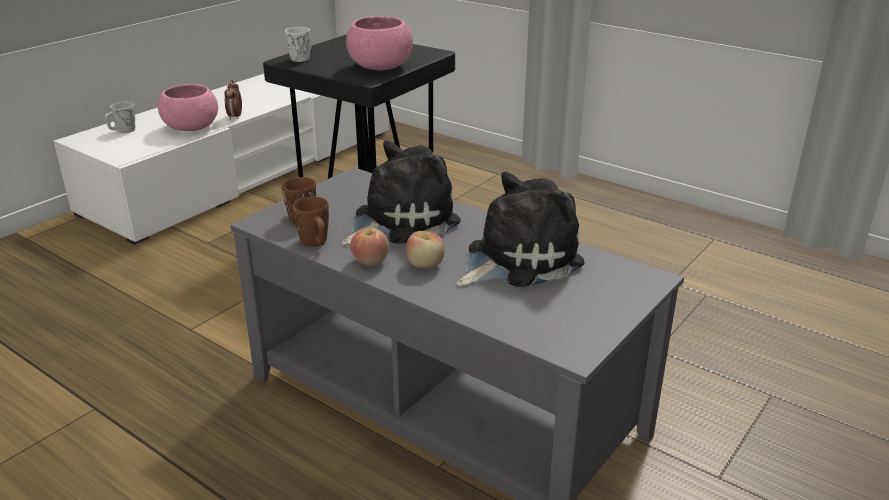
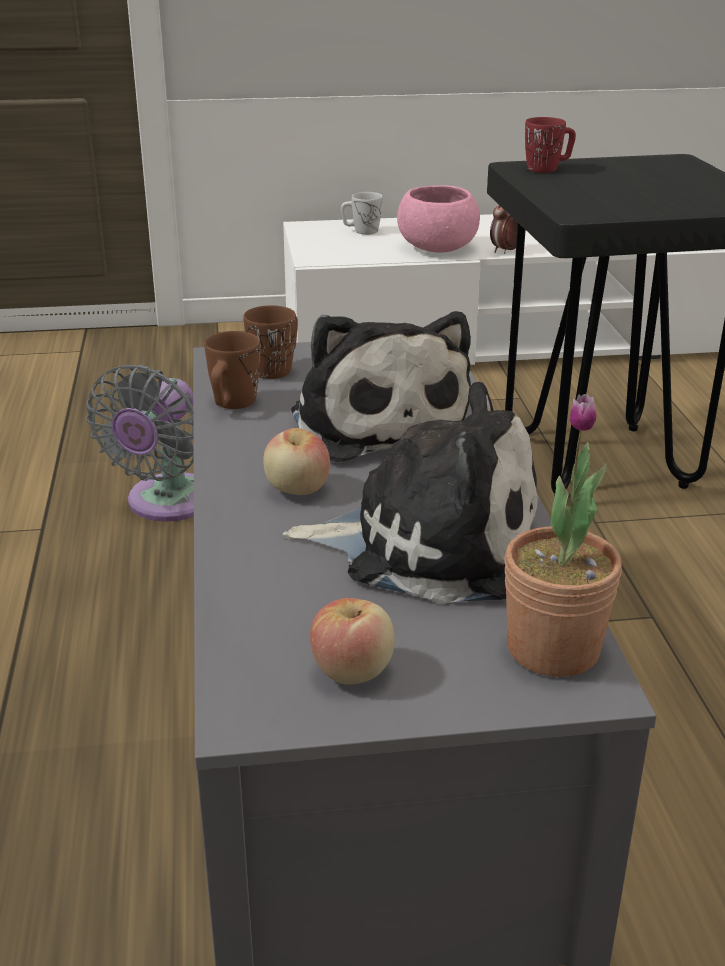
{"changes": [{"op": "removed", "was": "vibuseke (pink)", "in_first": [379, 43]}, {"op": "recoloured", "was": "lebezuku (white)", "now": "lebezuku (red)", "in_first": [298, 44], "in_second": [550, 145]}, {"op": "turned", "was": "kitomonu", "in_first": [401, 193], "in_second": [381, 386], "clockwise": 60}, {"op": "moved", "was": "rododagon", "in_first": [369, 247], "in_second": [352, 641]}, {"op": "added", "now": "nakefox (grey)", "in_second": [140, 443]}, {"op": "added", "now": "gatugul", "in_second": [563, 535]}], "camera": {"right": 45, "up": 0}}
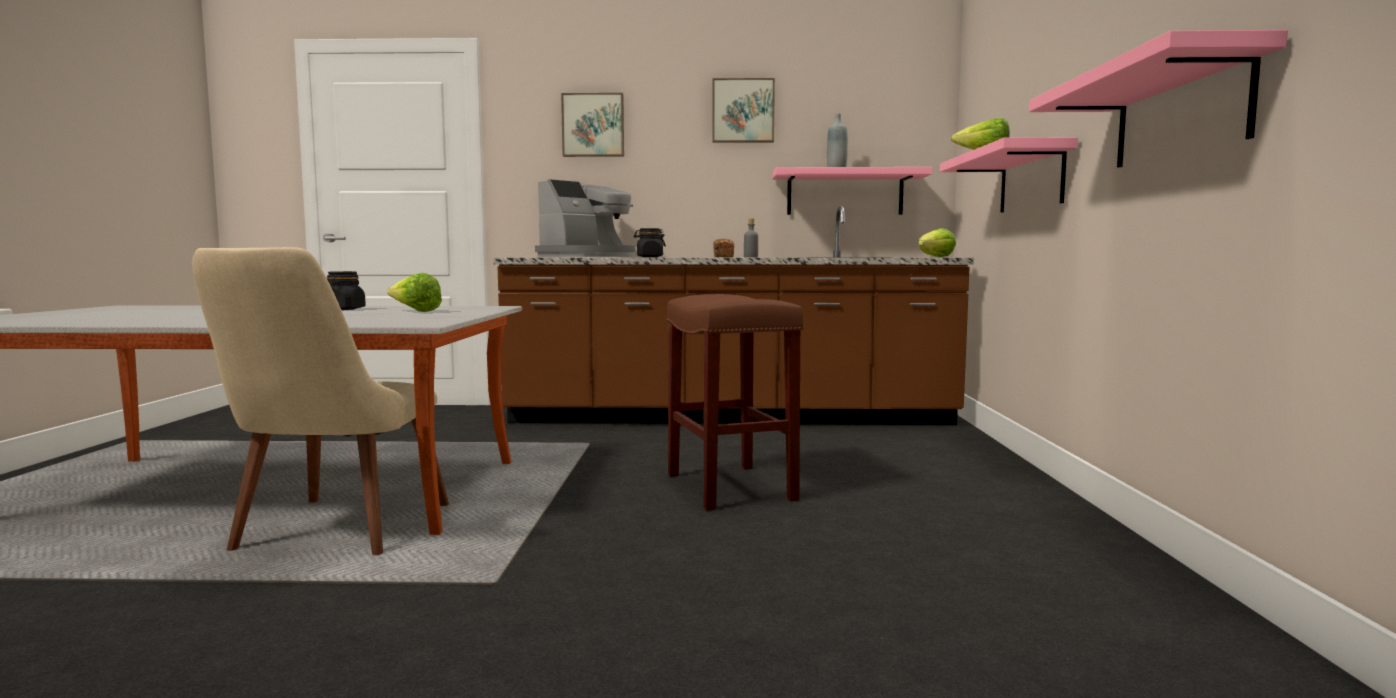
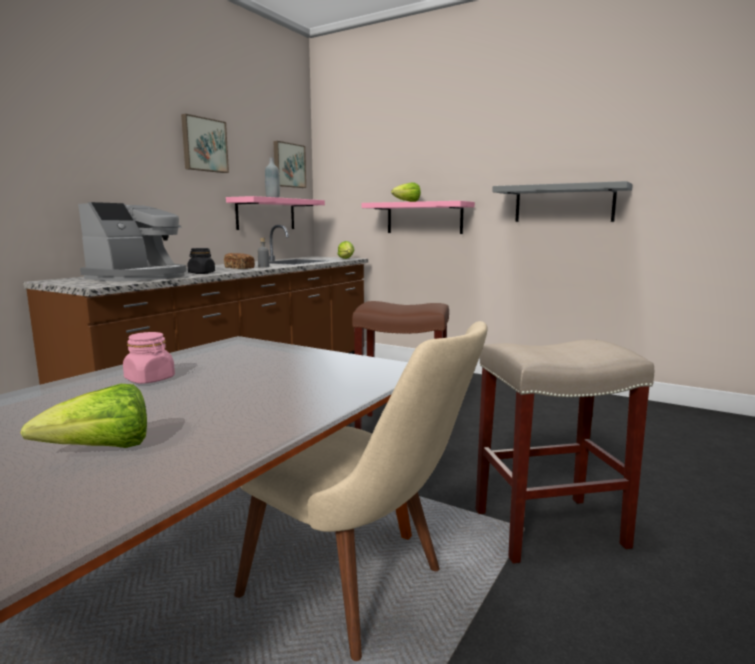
{"changes": [{"op": "recoloured", "was": "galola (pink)", "now": "galola (grey)", "in_first": [1158, 98], "in_second": [562, 201]}, {"op": "moved", "was": "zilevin", "in_first": [592, 125], "in_second": [289, 164]}, {"op": "turned", "was": "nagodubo", "in_first": [585, 218], "in_second": [132, 241], "clockwise": 45}, {"op": "recoloured", "was": "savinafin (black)", "now": "savinafin (pink)", "in_first": [346, 290], "in_second": [149, 358]}, {"op": "moved", "was": "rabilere", "in_first": [414, 292], "in_second": [83, 416]}, {"op": "added", "now": "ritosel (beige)", "in_second": [564, 452]}], "camera": {"right": -60, "up": 5}}
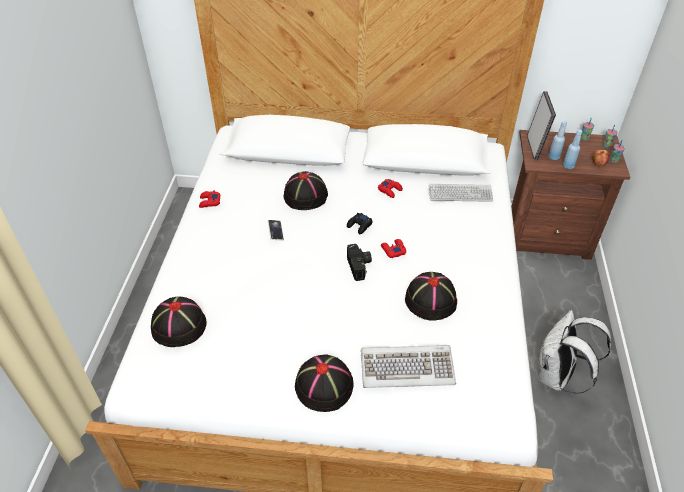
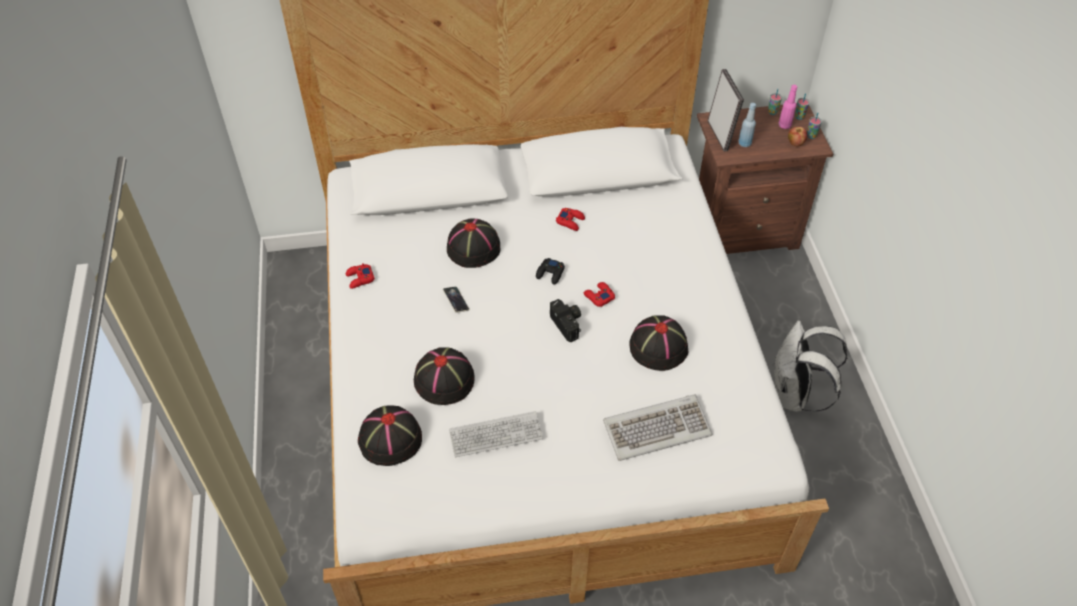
{"changes": [{"op": "removed", "was": "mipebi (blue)", "in_first": [572, 149]}, {"op": "moved", "was": "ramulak", "in_first": [461, 193], "in_second": [496, 434]}, {"op": "moved", "was": "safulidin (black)", "in_first": [324, 383], "in_second": [444, 376]}, {"op": "added", "now": "mipebi (pink)", "in_second": [788, 107]}], "camera": {"right": -15, "up": 5}}
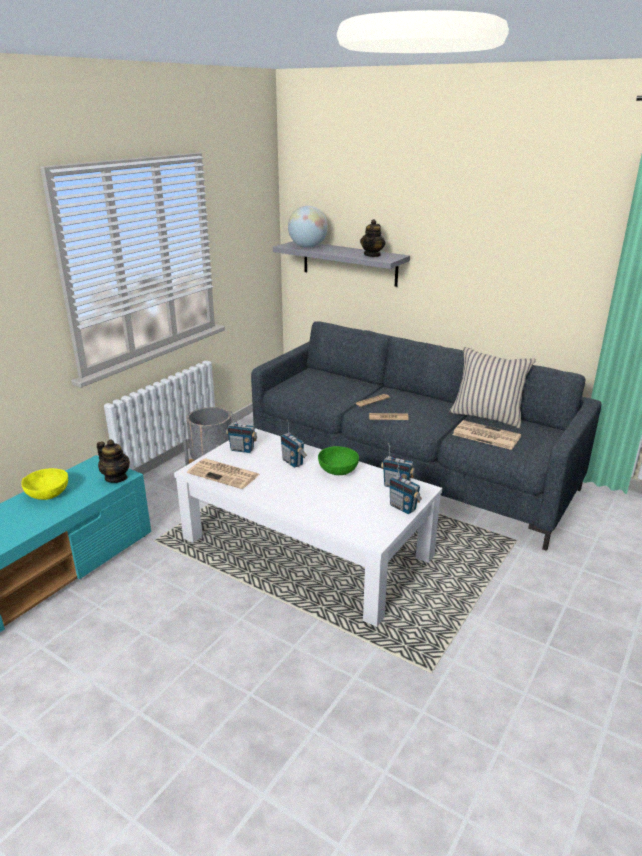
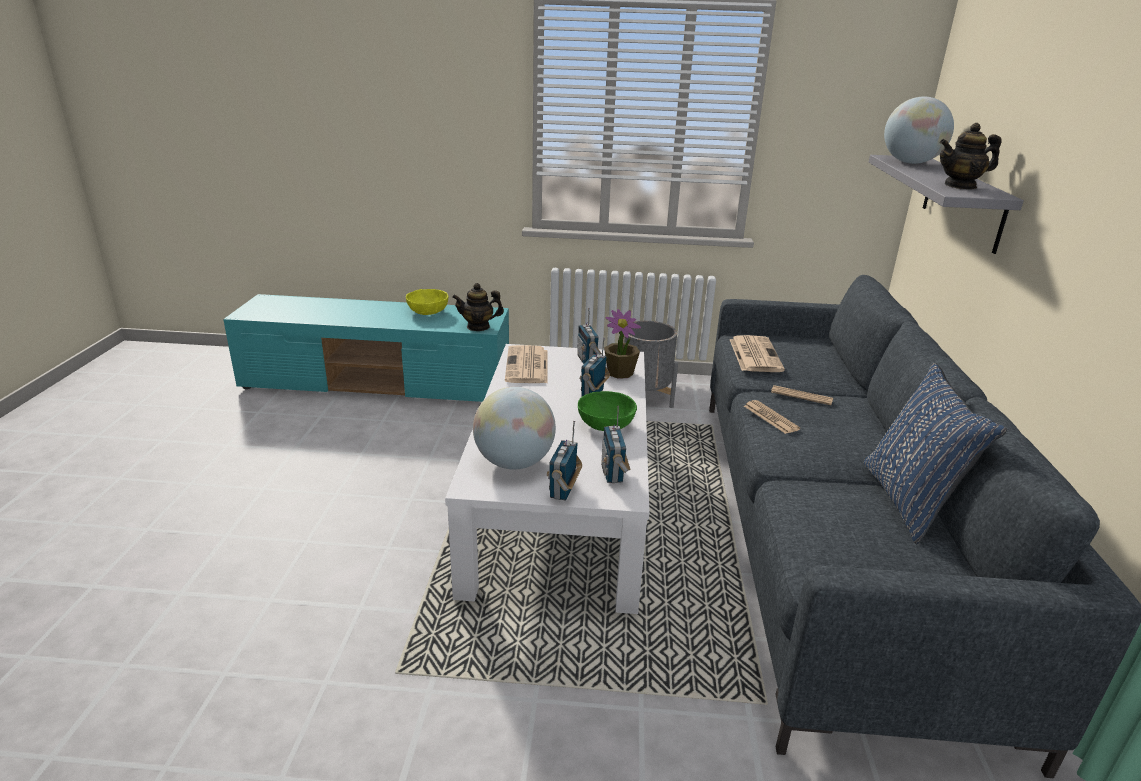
{"changes": [{"op": "recoloured", "was": "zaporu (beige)", "now": "zaporu (blue)", "in_first": [493, 388], "in_second": [935, 453]}, {"op": "moved", "was": "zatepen", "in_first": [486, 435], "in_second": [757, 353]}, {"op": "turned", "was": "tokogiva", "in_first": [113, 461], "in_second": [478, 307], "clockwise": 75}, {"op": "added", "now": "gatugul", "in_second": [622, 344]}, {"op": "added", "now": "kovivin", "in_second": [514, 428]}], "camera": {"right": 60, "up": 0}}
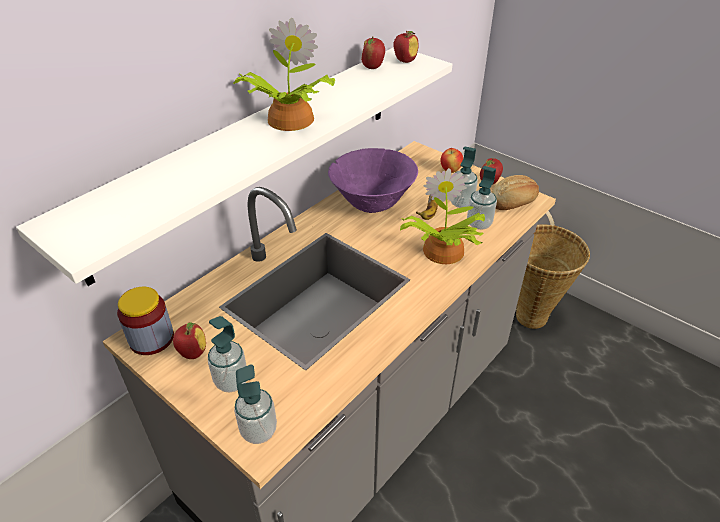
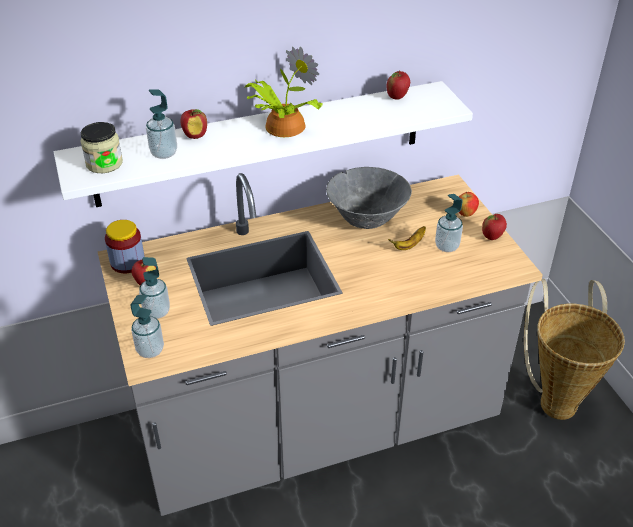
{"changes": [{"op": "moved", "was": "rododagon", "in_first": [405, 47], "in_second": [193, 124]}, {"op": "recoloured", "was": "vibuseke (purple)", "now": "vibuseke (grey)", "in_first": [373, 180], "in_second": [369, 198]}, {"op": "moved", "was": "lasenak", "in_first": [482, 198], "in_second": [161, 124]}, {"op": "removed", "was": "gatugul", "in_first": [442, 216]}, {"op": "removed", "was": "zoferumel", "in_first": [515, 192]}, {"op": "added", "now": "savinafin", "in_second": [101, 147]}], "camera": {"right": 30, "up": 0}}
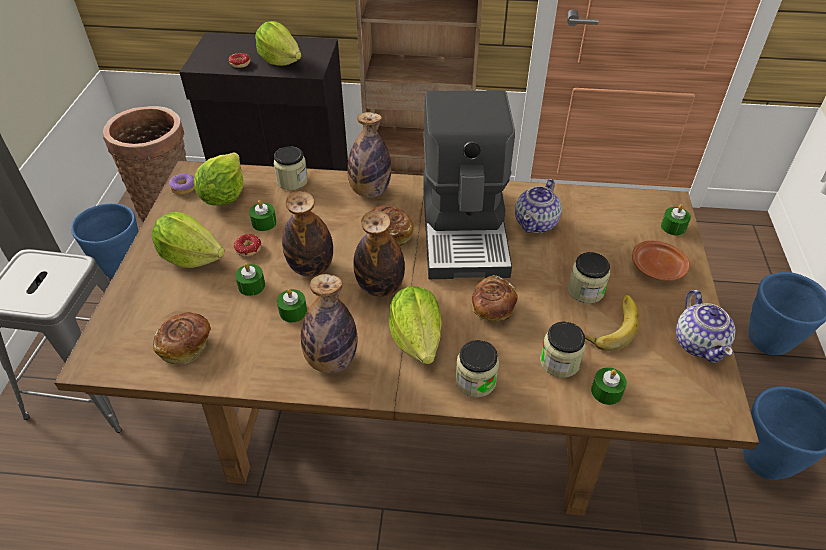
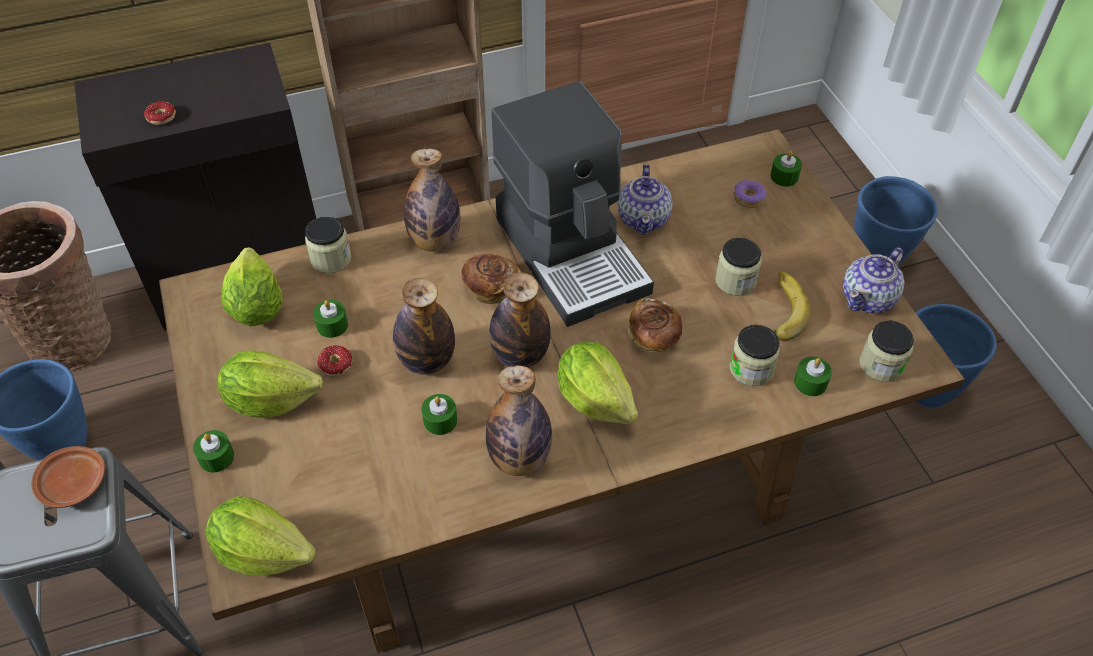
{"changes": [{"op": "moved", "was": "rabilere", "in_first": [278, 43], "in_second": [261, 536]}, {"op": "moved", "was": "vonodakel", "in_first": [182, 184], "in_second": [749, 194]}, {"op": "moved", "was": "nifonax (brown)", "in_first": [661, 261], "in_second": [68, 477]}, {"op": "moved", "was": "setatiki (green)", "in_first": [250, 279], "in_second": [213, 451]}, {"op": "turned", "was": "tokogiva", "in_first": [705, 326], "in_second": [874, 280], "clockwise": 75}, {"op": "removed", "was": "zoferumel", "in_first": [182, 338]}, {"op": "moved", "was": "savinafin", "in_first": [477, 368], "in_second": [886, 351]}], "camera": {"right": -25, "up": 5}}
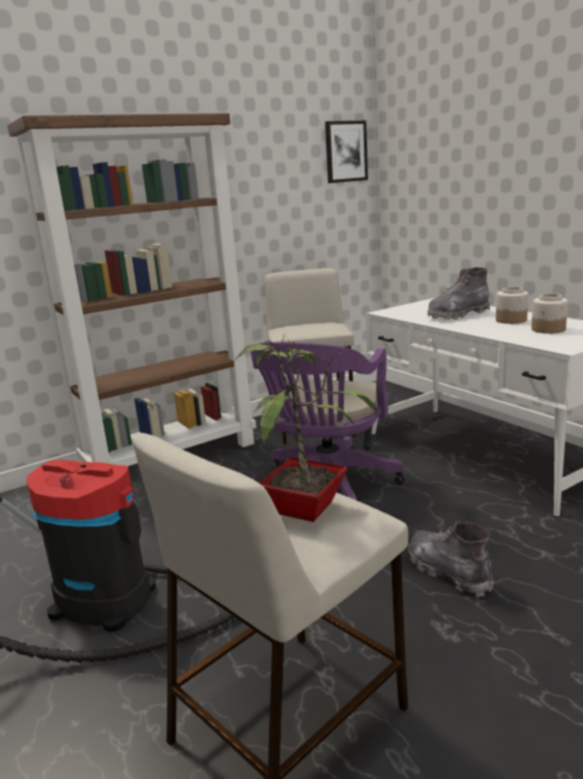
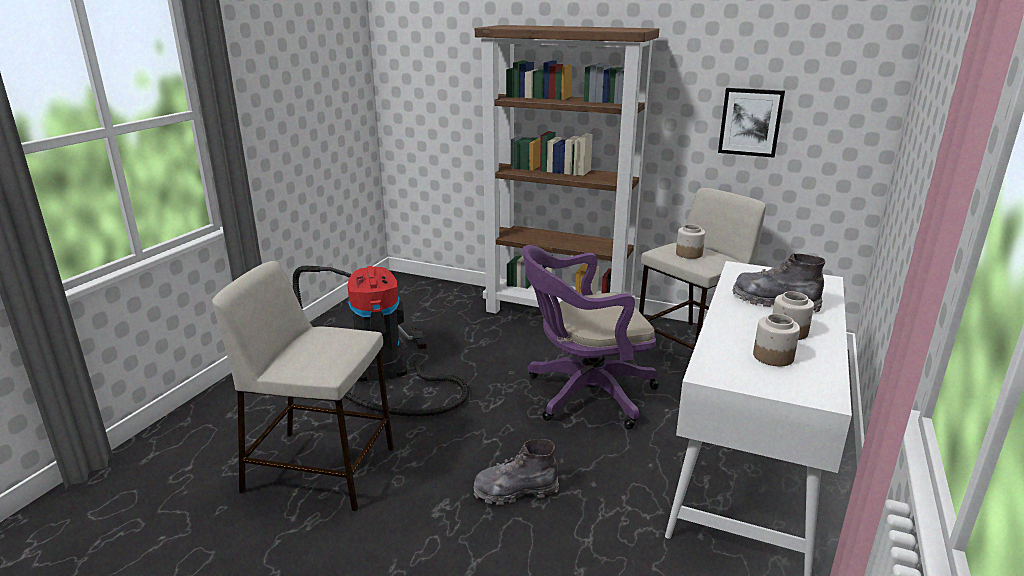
{"changes": [{"op": "moved", "was": "zilevin", "in_first": [346, 152], "in_second": [751, 123]}, {"op": "removed", "was": "gatugul", "in_first": [306, 428]}, {"op": "turned", "was": "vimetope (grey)", "in_first": [450, 559], "in_second": [516, 472], "clockwise": -120}, {"op": "added", "now": "savinafin", "in_second": [690, 241]}], "camera": {"right": 55, "up": 5}}
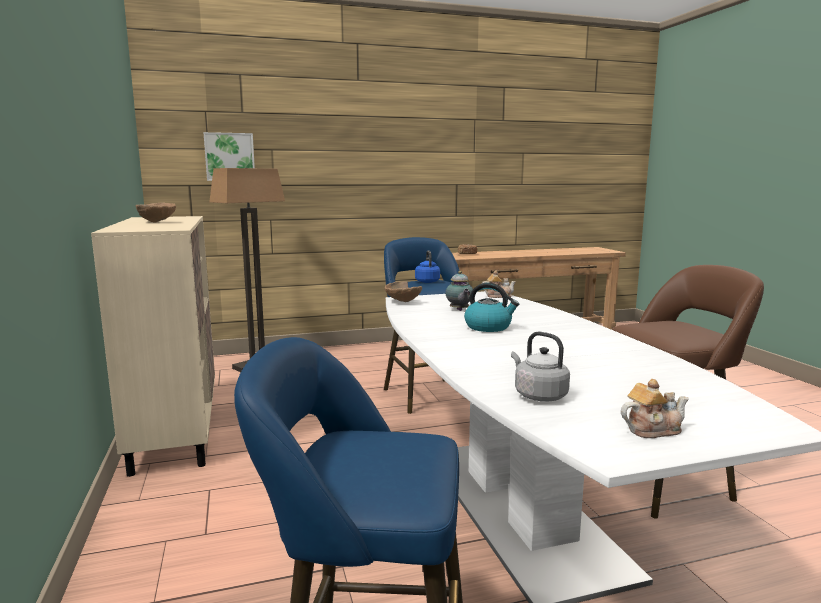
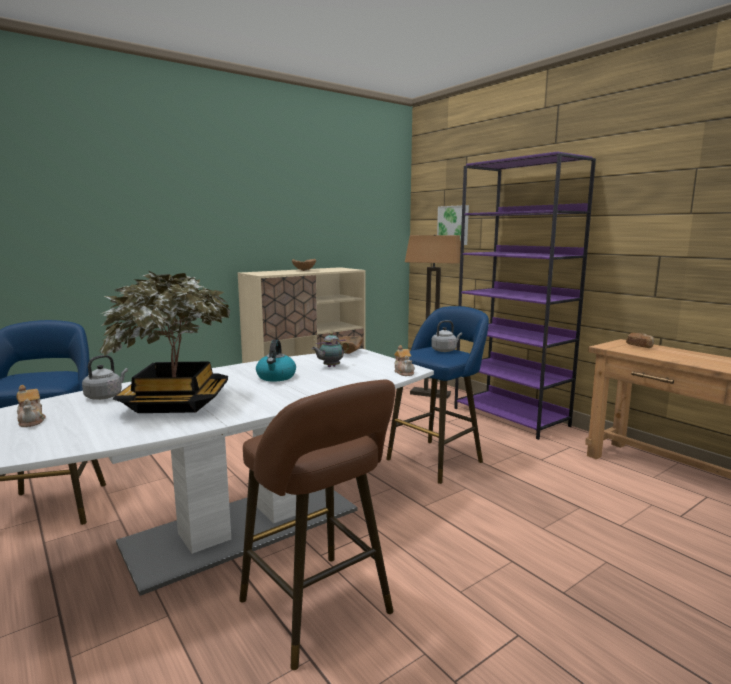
{"changes": [{"op": "recoloured", "was": "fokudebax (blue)", "now": "fokudebax (grey)", "in_first": [427, 266], "in_second": [446, 336]}, {"op": "added", "now": "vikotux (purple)", "in_second": [525, 295]}, {"op": "added", "now": "gatugul", "in_second": [164, 341]}], "camera": {"right": 70, "up": 0}}
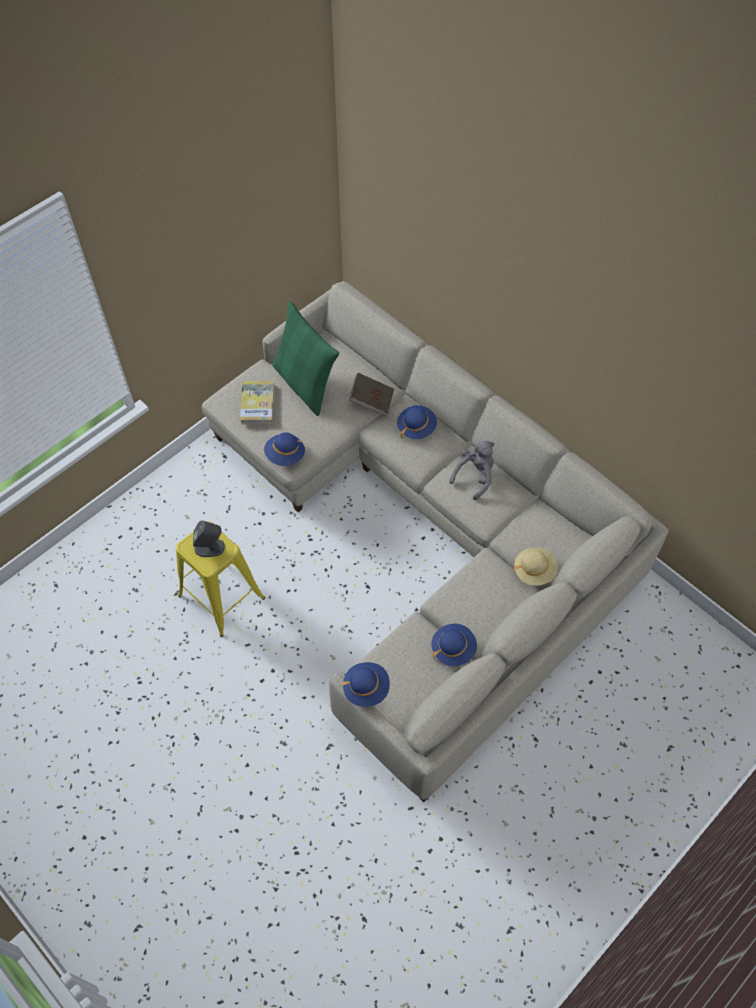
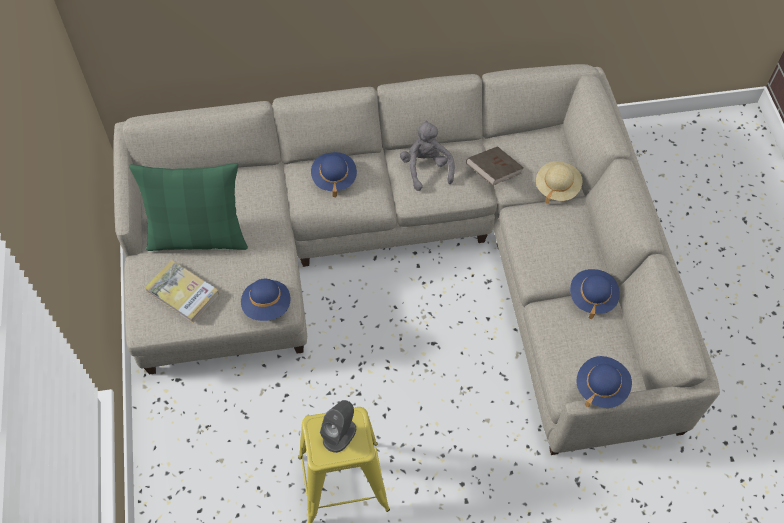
{"changes": [{"op": "moved", "was": "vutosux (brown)", "in_first": [371, 394], "in_second": [495, 166]}], "camera": {"right": -55, "up": 0}}
